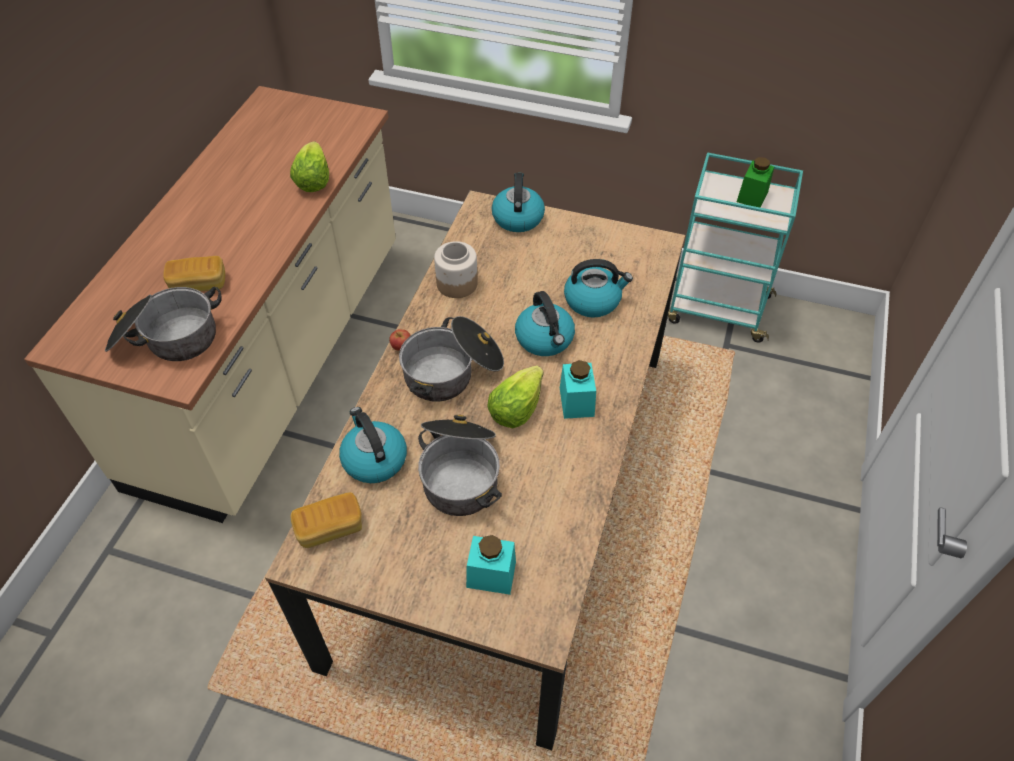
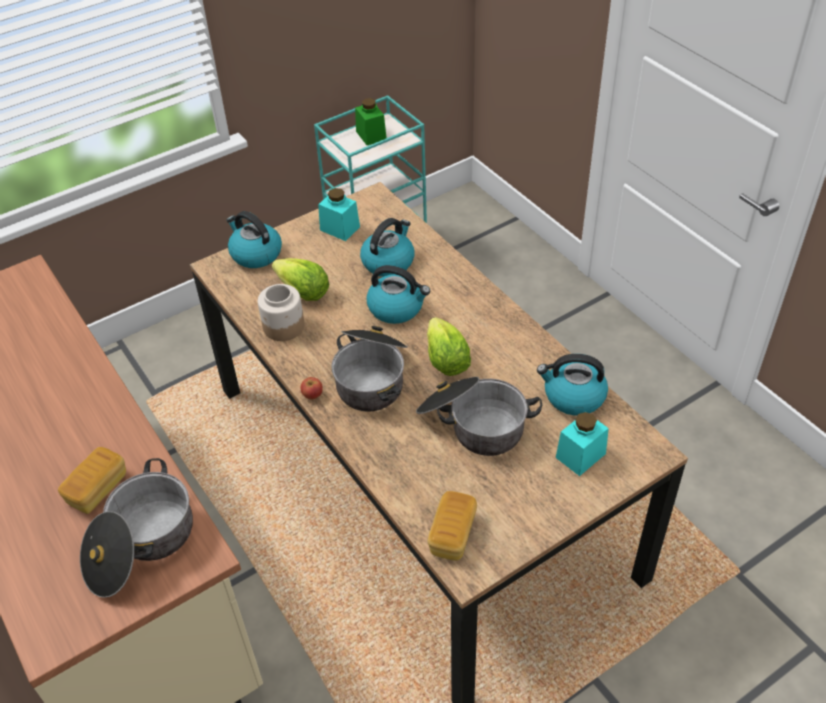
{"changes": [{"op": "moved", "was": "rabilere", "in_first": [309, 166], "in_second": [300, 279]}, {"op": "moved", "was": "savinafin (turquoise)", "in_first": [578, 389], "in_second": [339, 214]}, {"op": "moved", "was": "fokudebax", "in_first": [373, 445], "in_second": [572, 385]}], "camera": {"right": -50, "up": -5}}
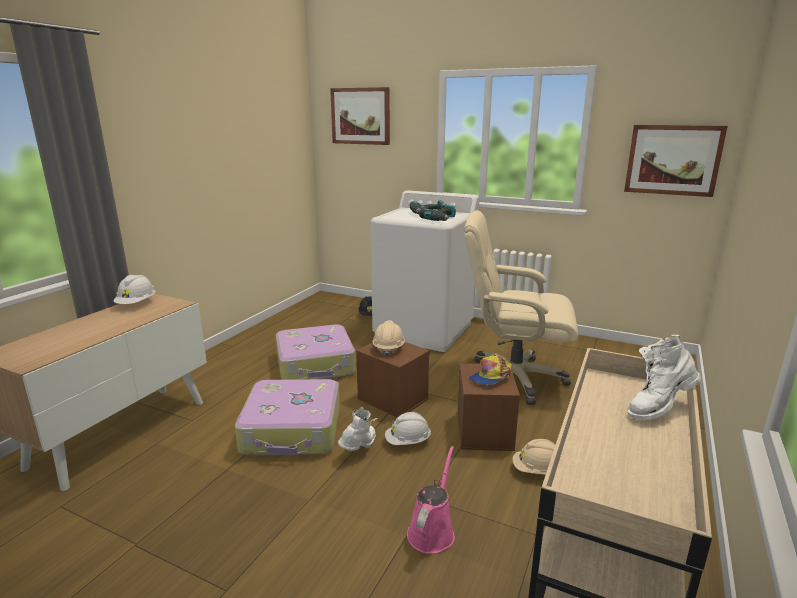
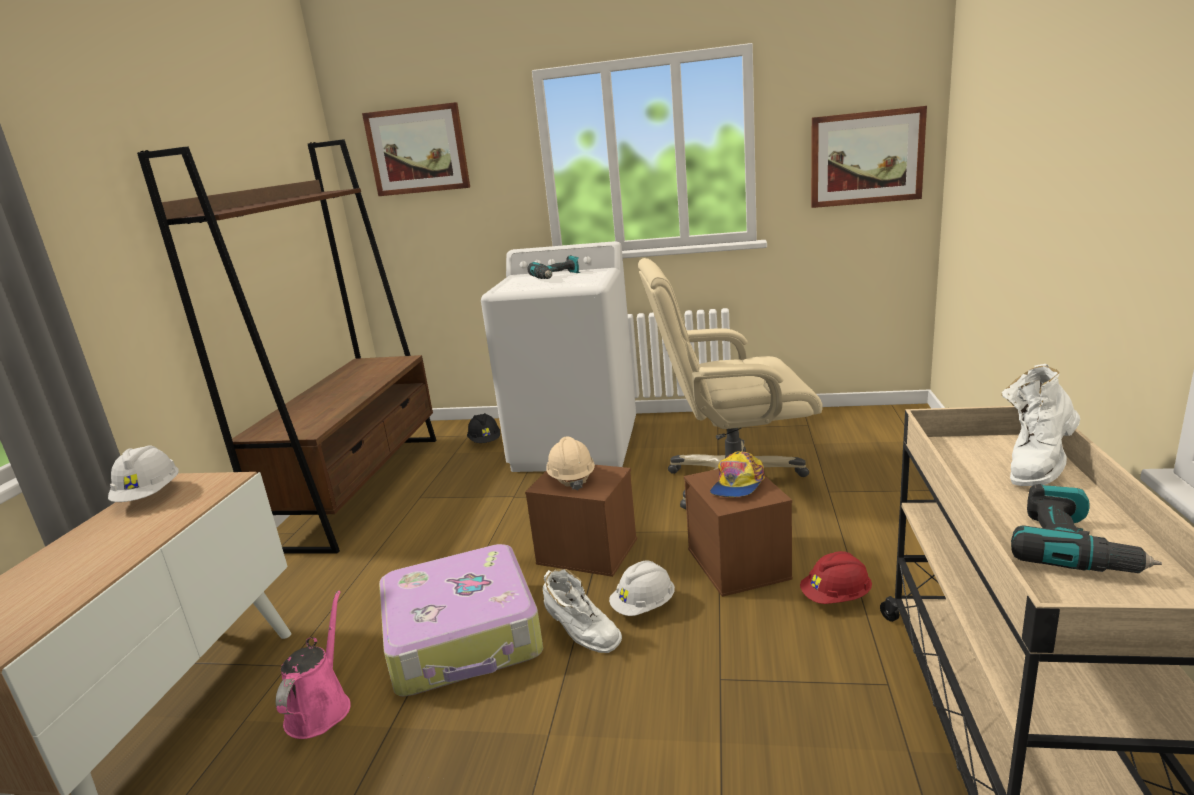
{"changes": [{"op": "moved", "was": "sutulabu", "in_first": [437, 212], "in_second": [1086, 528]}, {"op": "removed", "was": "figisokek", "in_first": [316, 352]}, {"op": "turned", "was": "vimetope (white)", "in_first": [358, 429], "in_second": [582, 611], "clockwise": 120}, {"op": "recoloured", "was": "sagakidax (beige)", "now": "sagakidax (red)", "in_first": [534, 457], "in_second": [836, 577]}, {"op": "moved", "was": "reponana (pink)", "in_first": [431, 500], "in_second": [313, 665]}, {"op": "added", "now": "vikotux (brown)", "in_second": [287, 346]}], "camera": {"right": -15, "up": 0}}
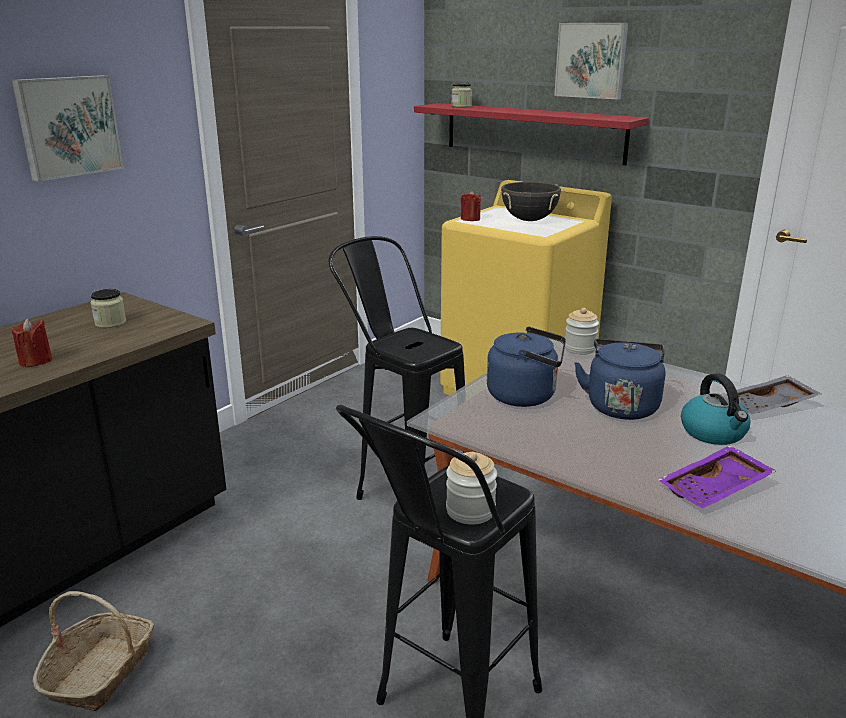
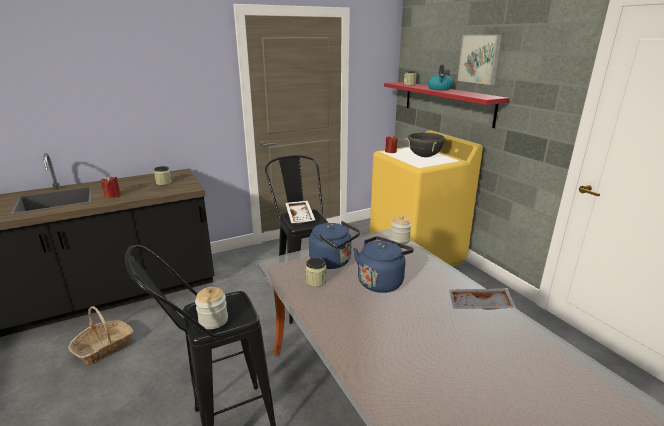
{"changes": [{"op": "removed", "was": "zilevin", "in_first": [68, 128]}, {"op": "moved", "was": "fokudebax", "in_first": [715, 409], "in_second": [440, 77]}, {"op": "removed", "was": "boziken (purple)", "in_first": [717, 477]}, {"op": "added", "now": "boziken (white)", "in_second": [300, 213]}, {"op": "added", "now": "savinafin", "in_second": [316, 272]}], "camera": {"right": 25, "up": 0}}
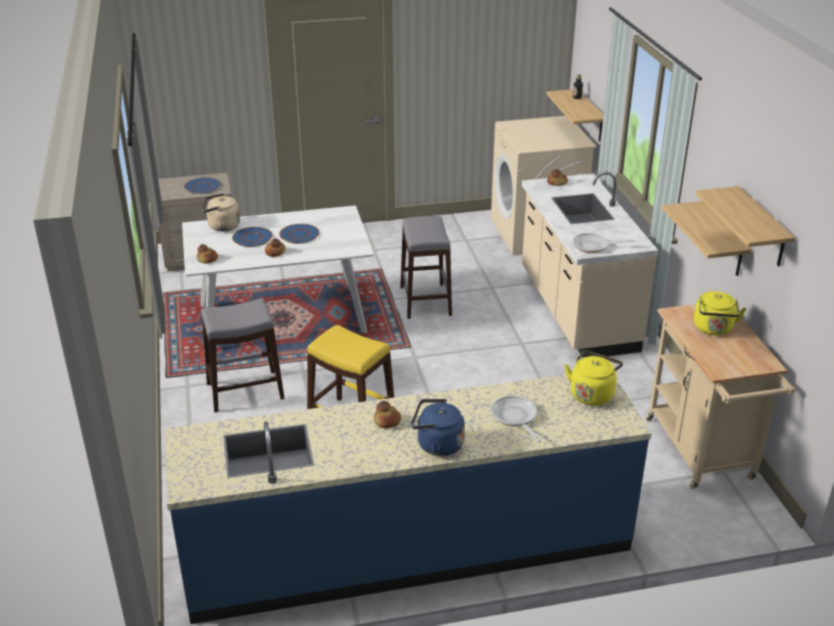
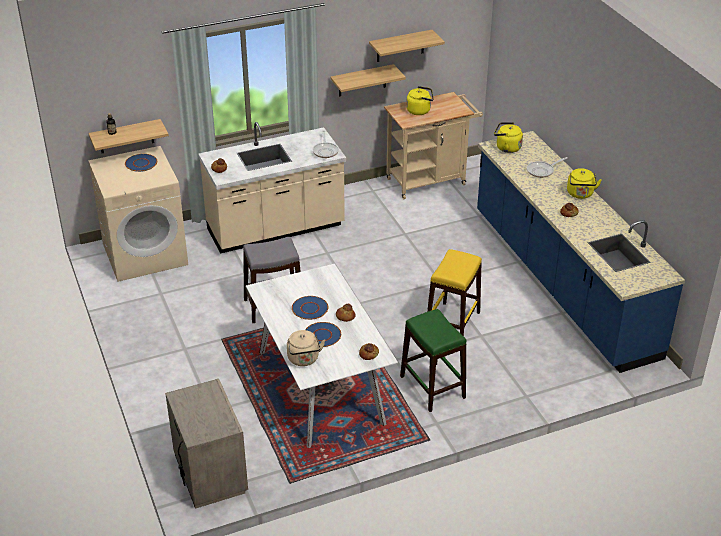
{"changes": [{"op": "moved", "was": "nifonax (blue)", "in_first": [202, 185], "in_second": [141, 163]}, {"op": "recoloured", "was": "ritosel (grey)", "now": "ritosel (green)", "in_first": [243, 355], "in_second": [433, 360]}, {"op": "recoloured", "was": "fokudebax (blue)", "now": "fokudebax (yellow)", "in_first": [438, 427], "in_second": [584, 183]}], "camera": {"right": -100, "up": 5}}
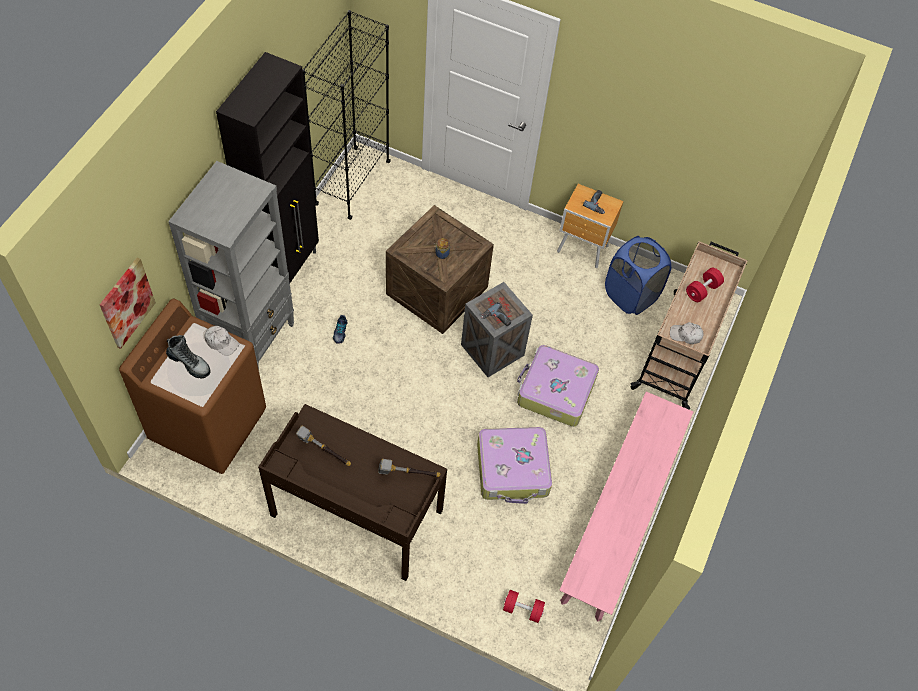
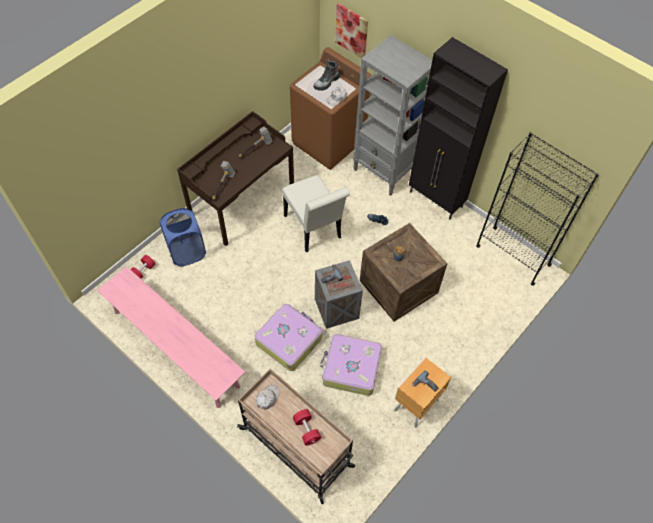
{"changes": [{"op": "moved", "was": "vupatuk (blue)", "in_first": [638, 275], "in_second": [182, 237]}, {"op": "moved", "was": "figisokek", "in_first": [514, 465], "in_second": [351, 365]}, {"op": "added", "now": "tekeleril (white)", "in_second": [316, 213]}], "camera": {"right": 110, "up": 0}}
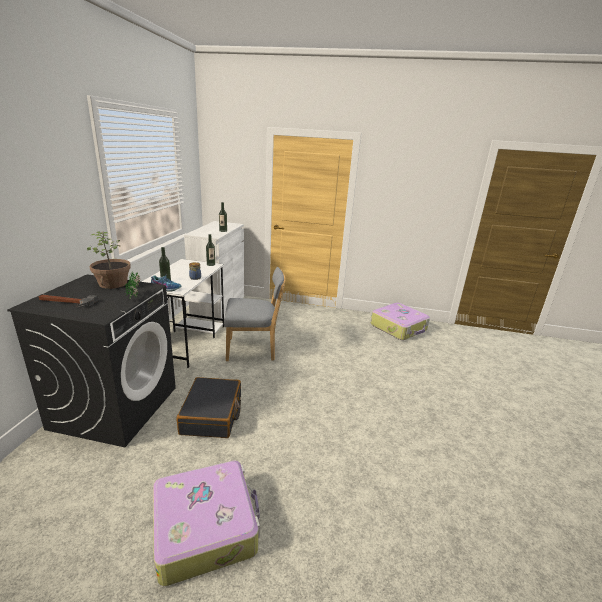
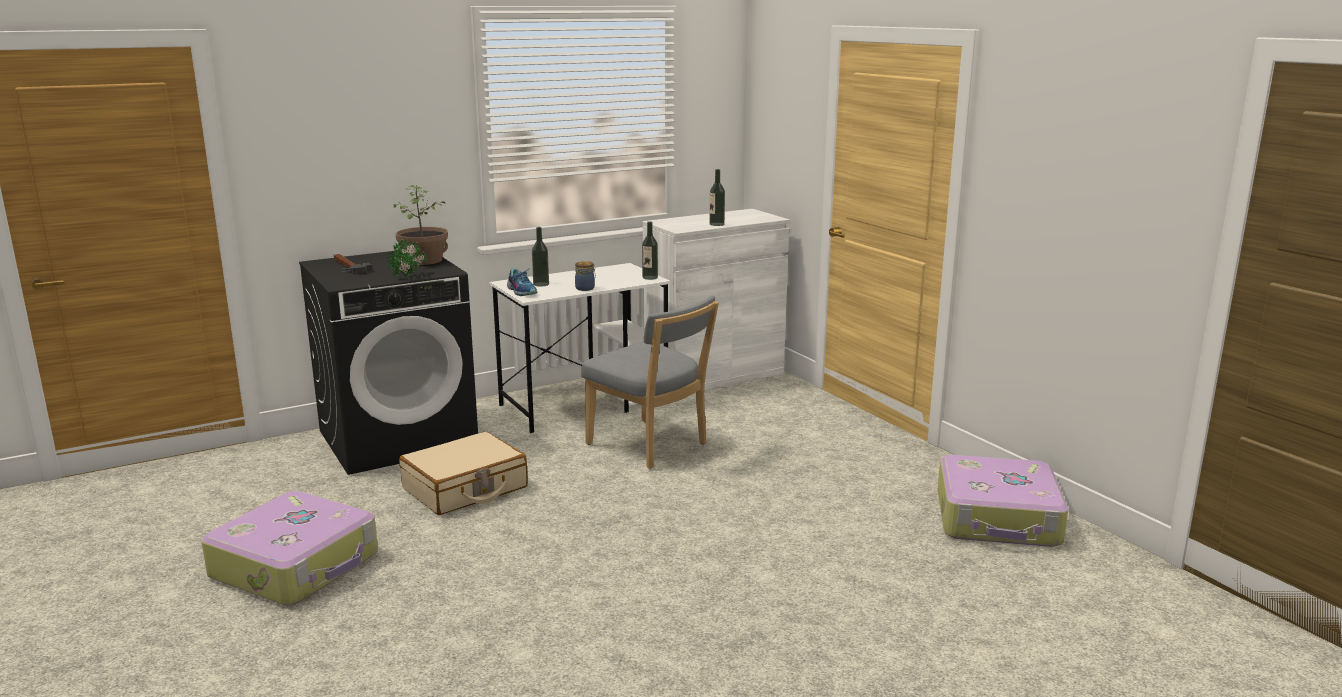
{"changes": [{"op": "recoloured", "was": "figisokek (black)", "now": "figisokek (beige)", "in_first": [209, 407], "in_second": [463, 473]}], "camera": {"right": 50, "up": -5}}
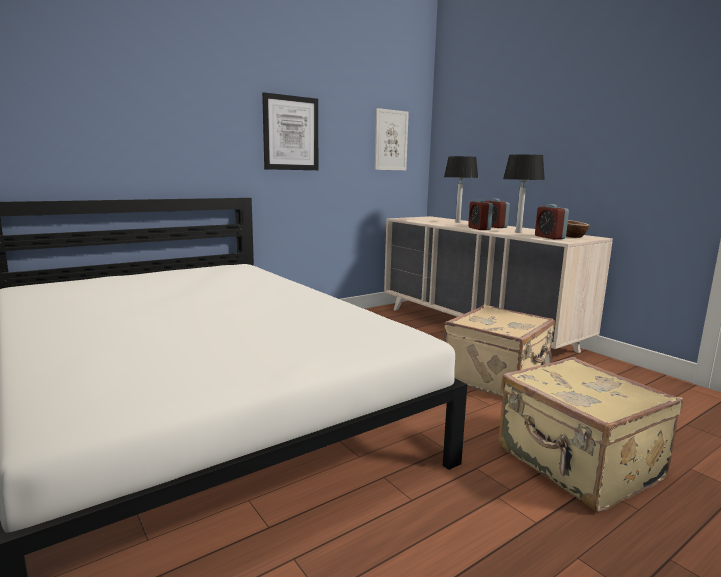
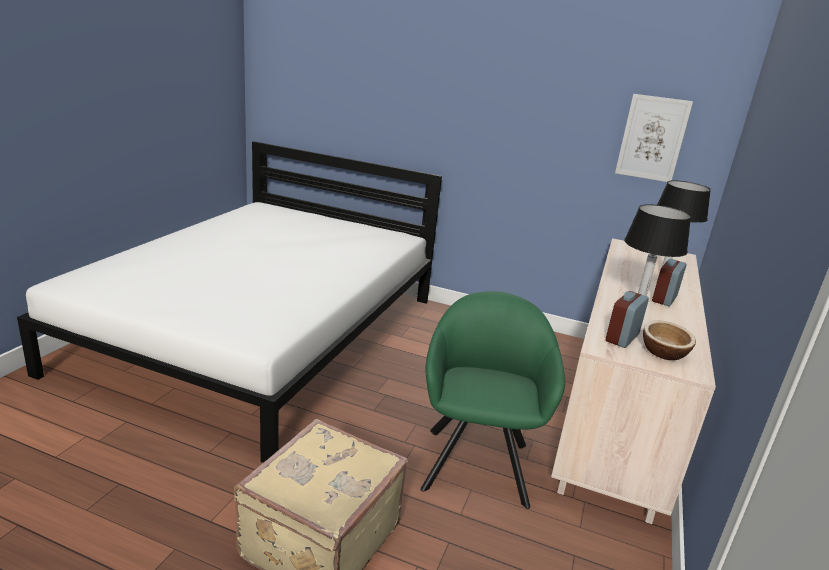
{"changes": [{"op": "removed", "was": "zilevin", "in_first": [290, 131]}, {"op": "removed", "was": "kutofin", "in_first": [480, 214]}, {"op": "replaced", "was": "figisokek (beige)", "now": "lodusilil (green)", "in_first": [499, 351], "in_second": [493, 400]}], "camera": {"right": 55, "up": 10}}
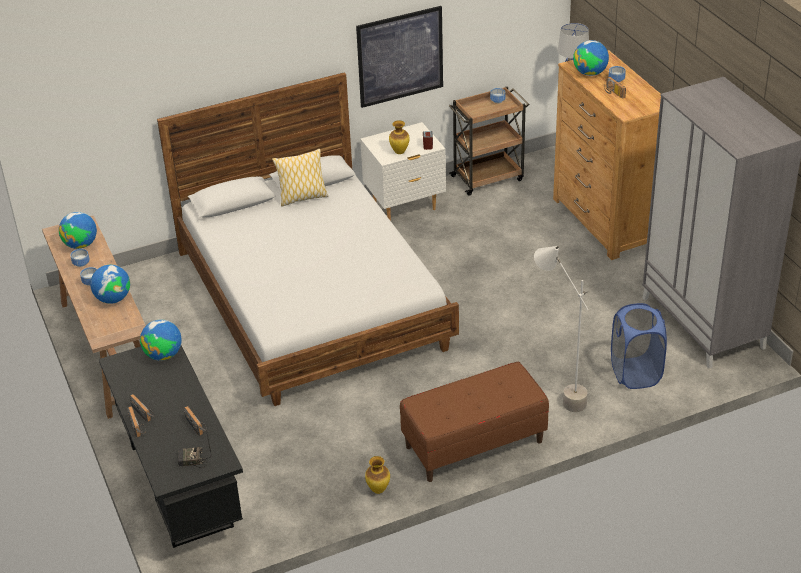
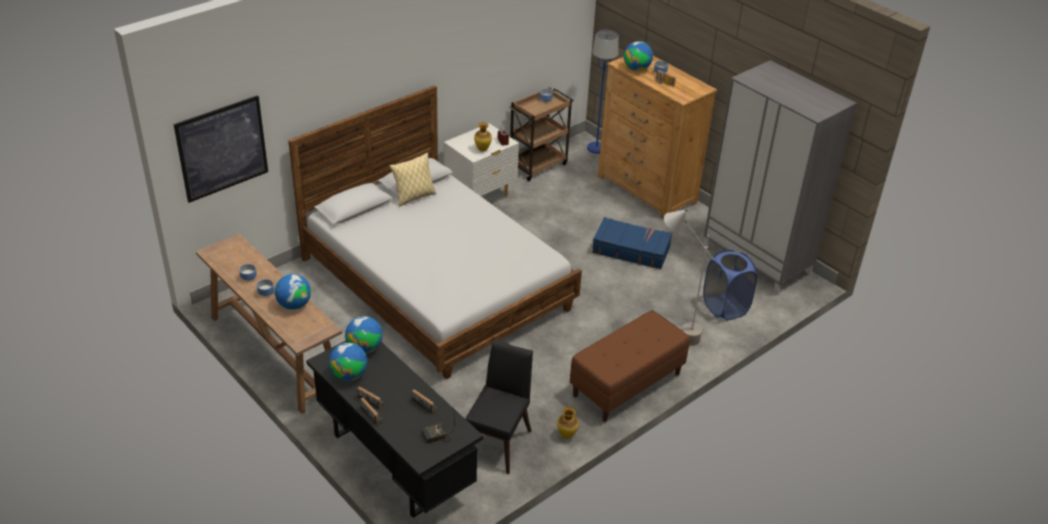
{"changes": [{"op": "moved", "was": "zilevin", "in_first": [399, 57], "in_second": [221, 149]}, {"op": "moved", "was": "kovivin", "in_first": [78, 230], "in_second": [348, 362]}, {"op": "added", "now": "figisokek (blue)", "in_second": [632, 243]}, {"op": "added", "now": "tekeleril (black)", "in_second": [499, 406]}], "camera": {"right": -20, "up": 0}}
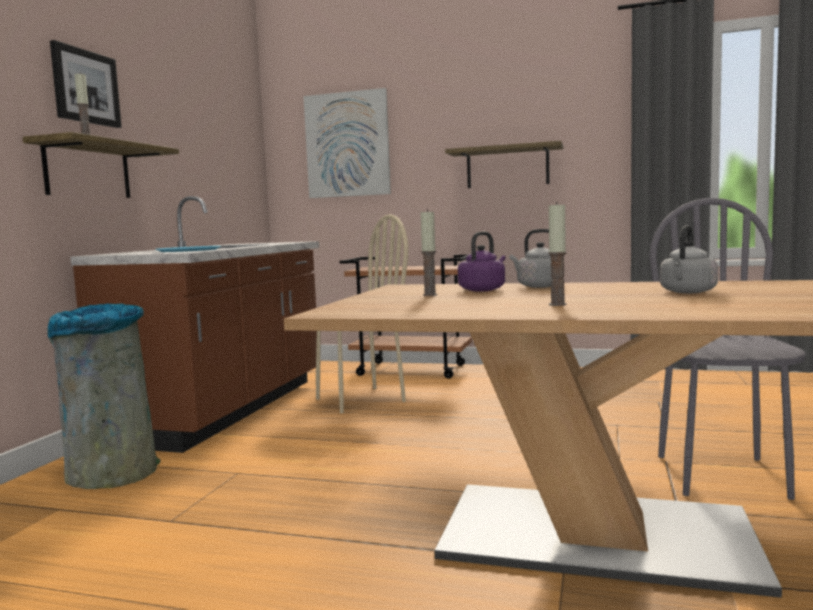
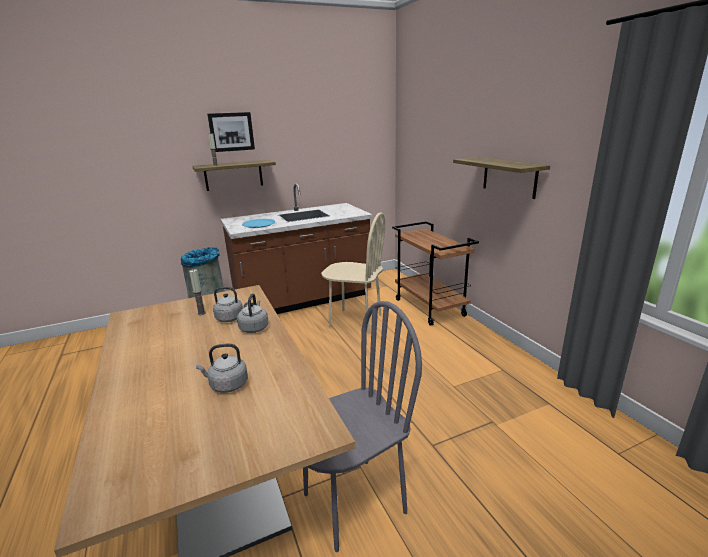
{"changes": [{"op": "removed", "was": "zilevin", "in_first": [347, 143]}, {"op": "removed", "was": "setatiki", "in_first": [557, 254]}, {"op": "recoloured", "was": "fokudebax (purple)", "now": "fokudebax (grey)", "in_first": [481, 261], "in_second": [230, 304]}], "camera": {"right": 50, "up": 15}}
